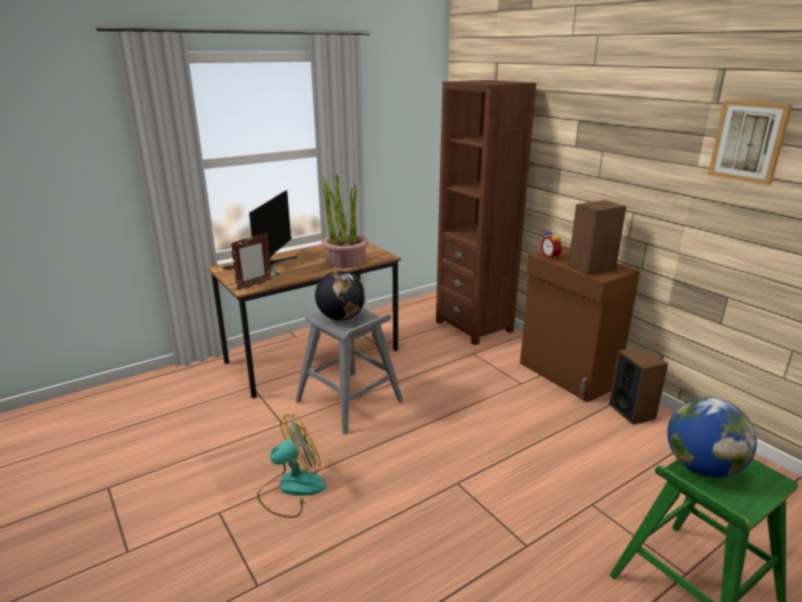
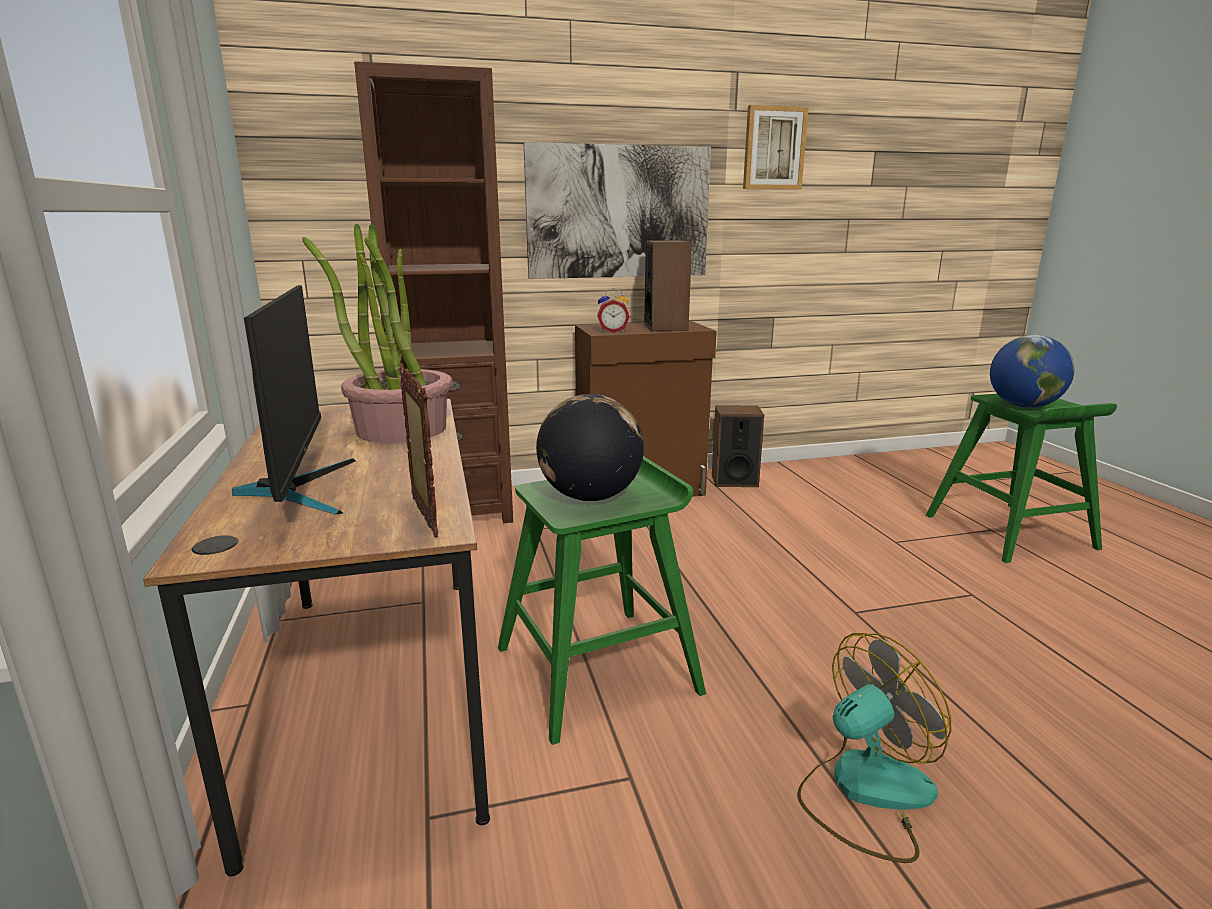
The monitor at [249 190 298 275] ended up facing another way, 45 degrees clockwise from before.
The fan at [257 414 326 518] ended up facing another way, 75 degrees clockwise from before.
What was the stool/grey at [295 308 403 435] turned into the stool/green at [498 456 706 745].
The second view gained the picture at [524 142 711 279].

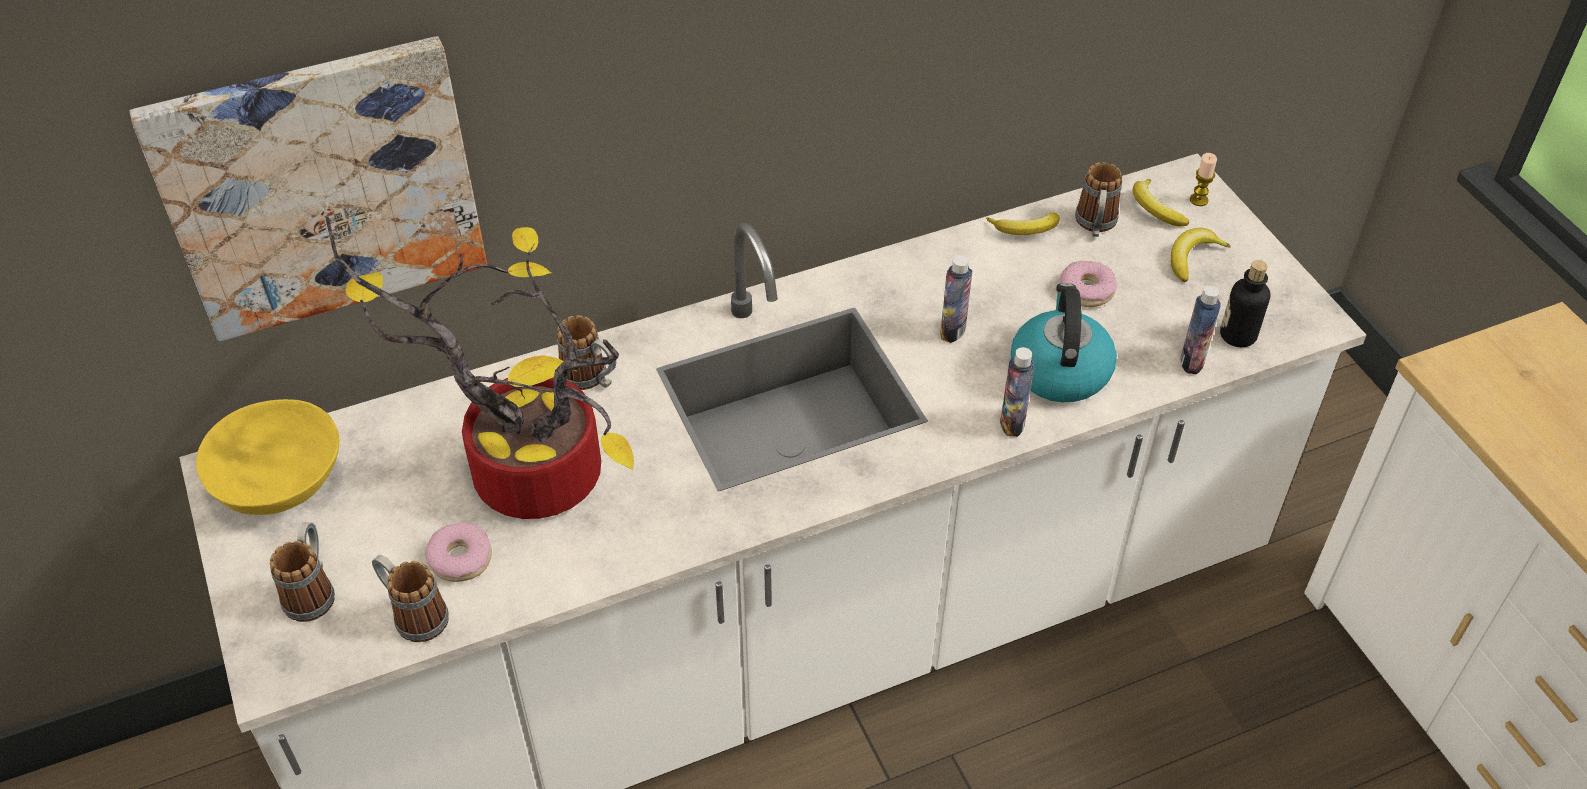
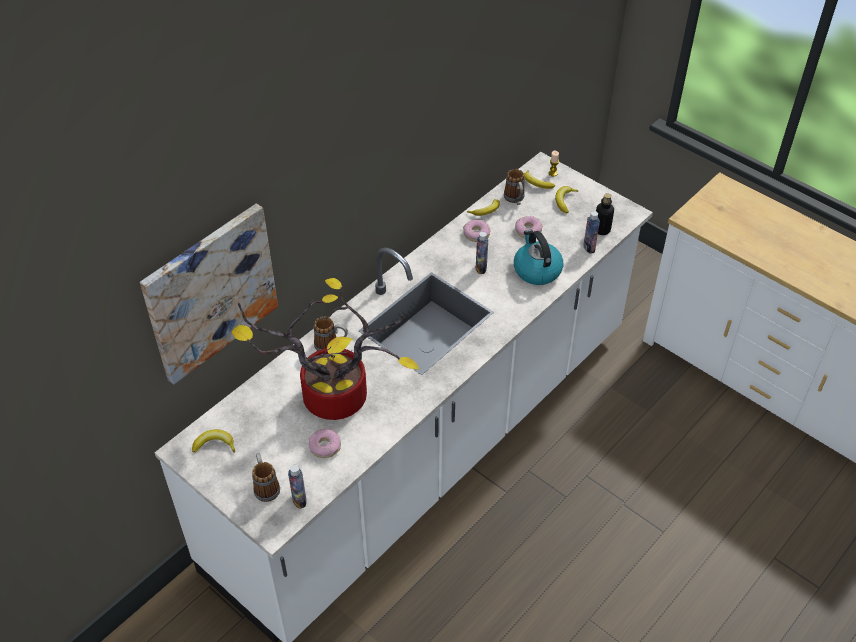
Where the bowl/yellow stood at [196 399 339 515], the banana came to stand at [192 429 235 453].
The second view lost the mug at [372 555 449 642].
The bottle ended up elsewhere, having gone from [1000 347 1034 437] to [288 465 307 509].
The second view gained the donut at [463 219 490 242].

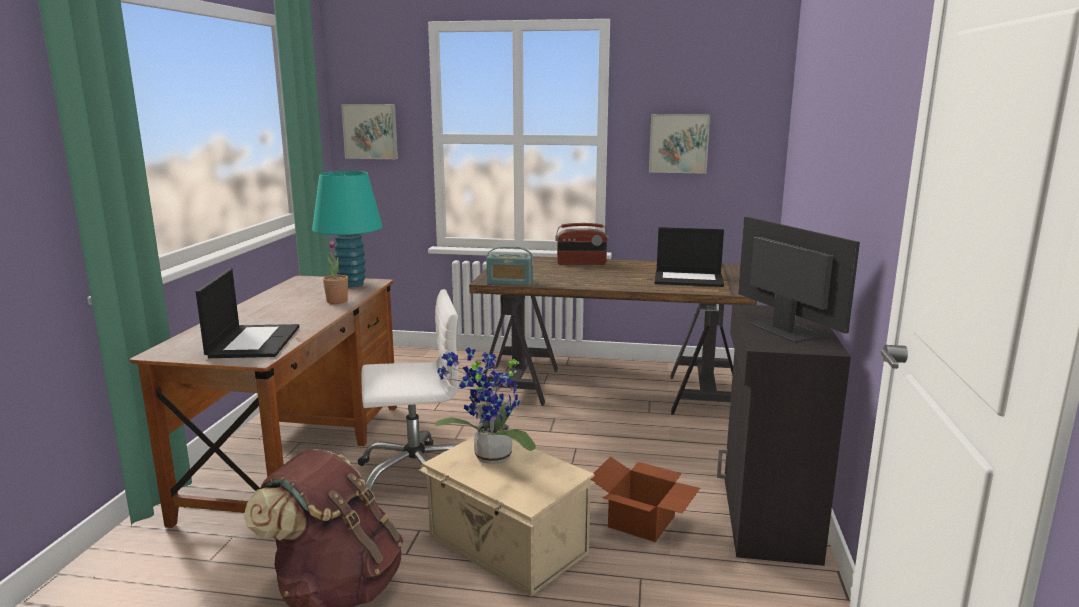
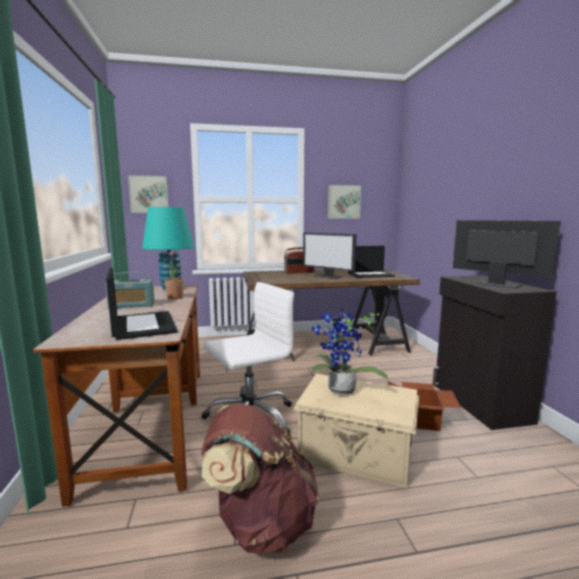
The radio ended up elsewhere, having gone from [486 246 533 285] to [105 272 155 308].
The second view gained the monitor at [303 232 356 279].

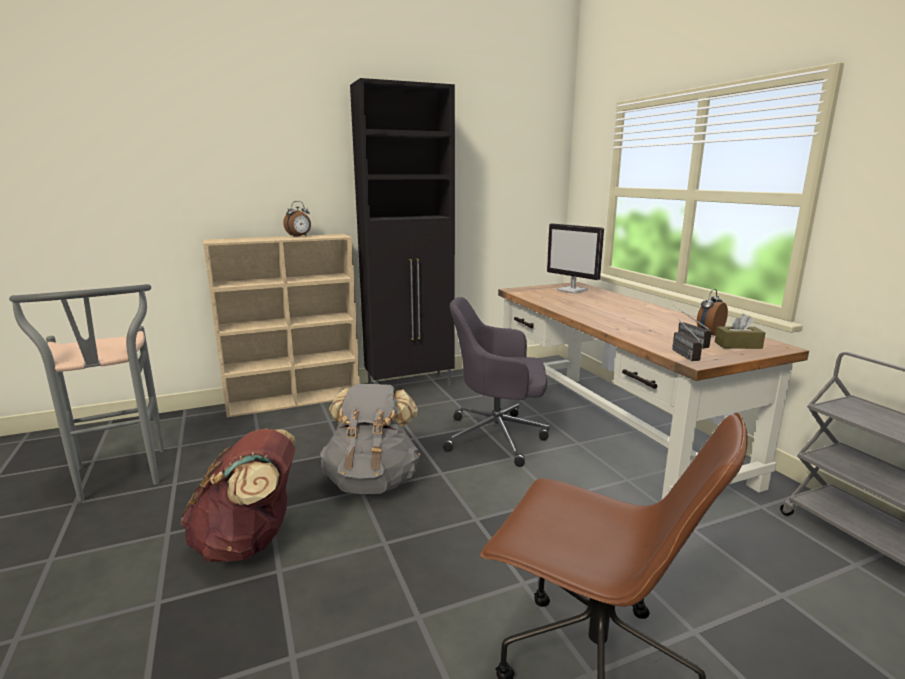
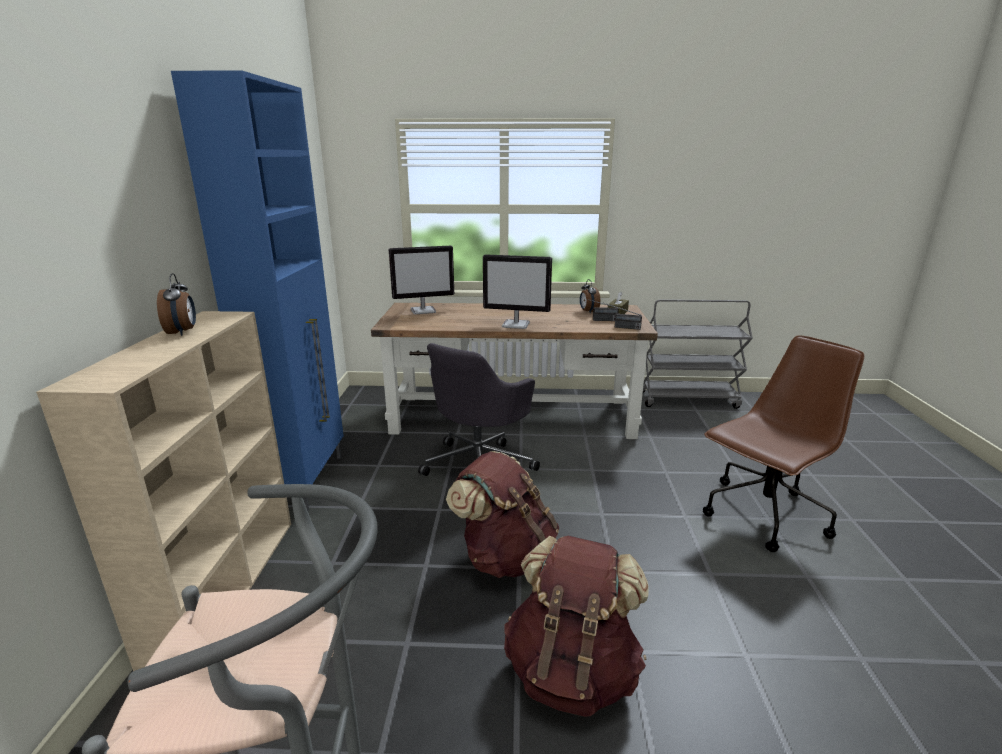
What was the backpack/grey at [320 384 420 494] turned into the backpack/brown at [446 451 559 578].
What was the cabinet/black at [350 78 455 386] turned into the cabinet/blue at [171 70 344 511].
The second view gained the monitor at [483 254 552 329].

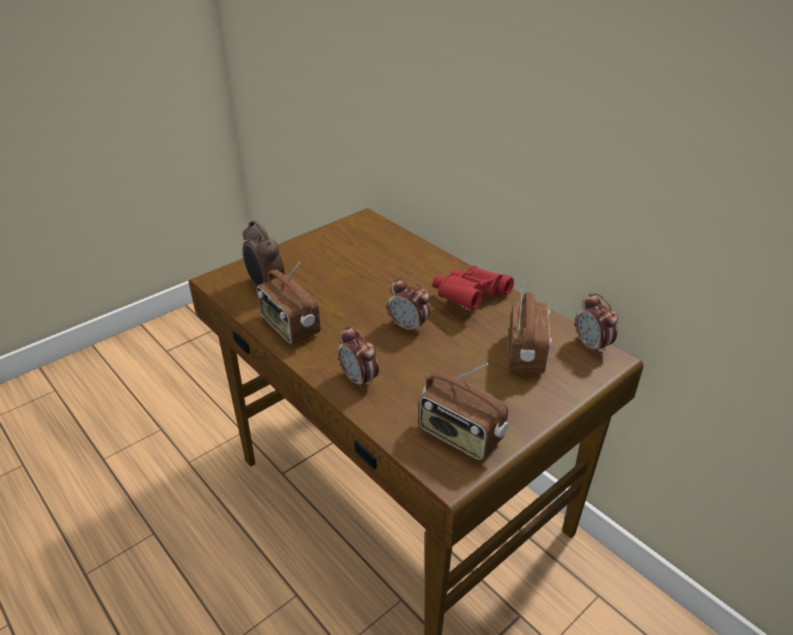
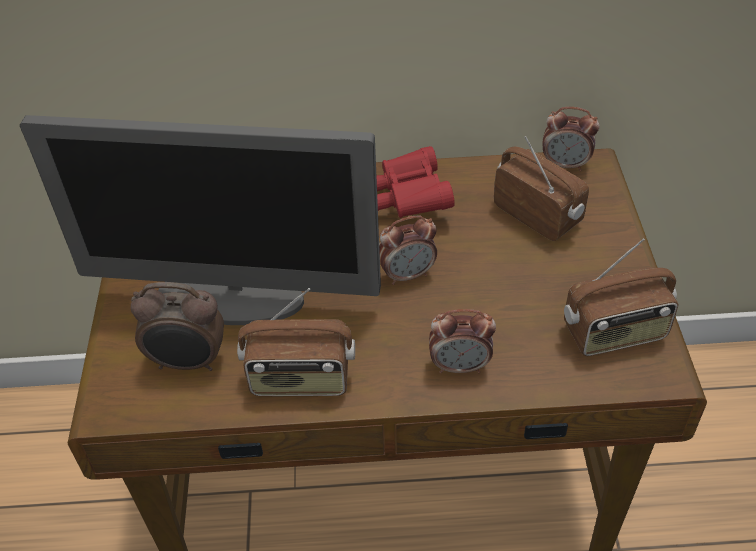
The second view gained the monitor at [20 115 381 325].

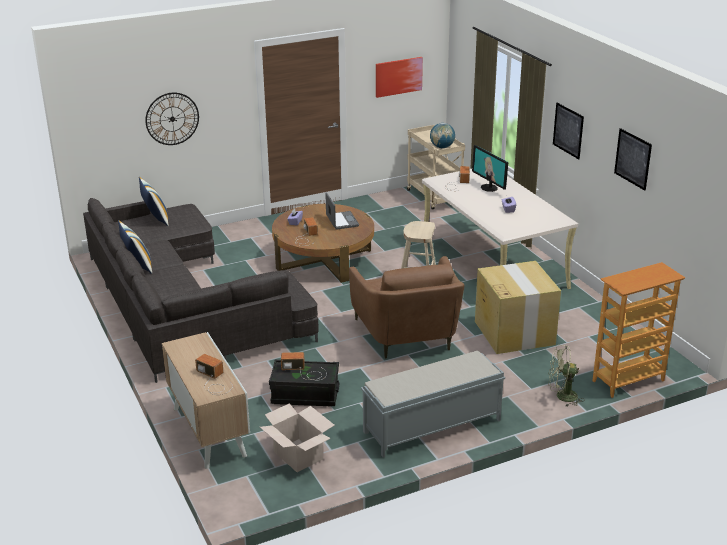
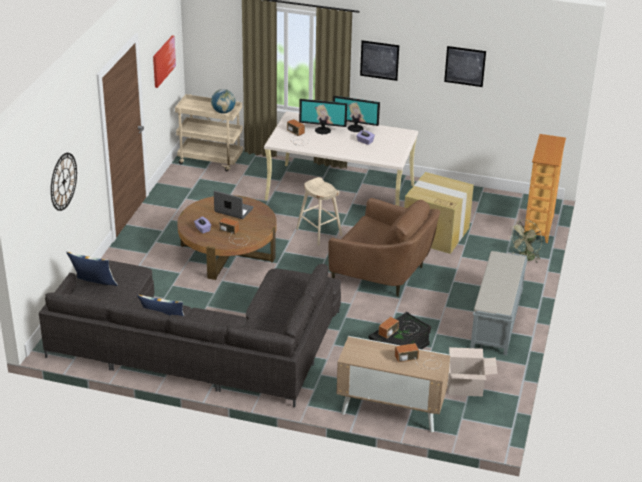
The second view gained the monitor at [333 96 380 132].

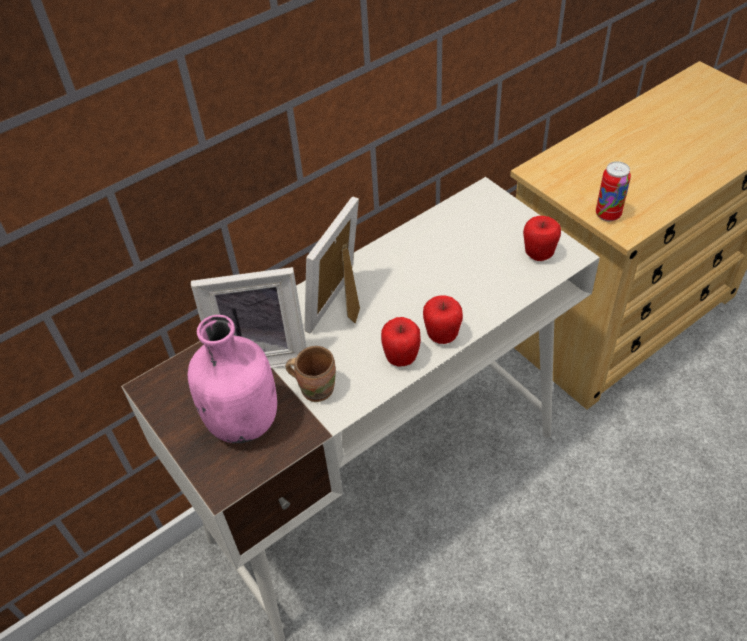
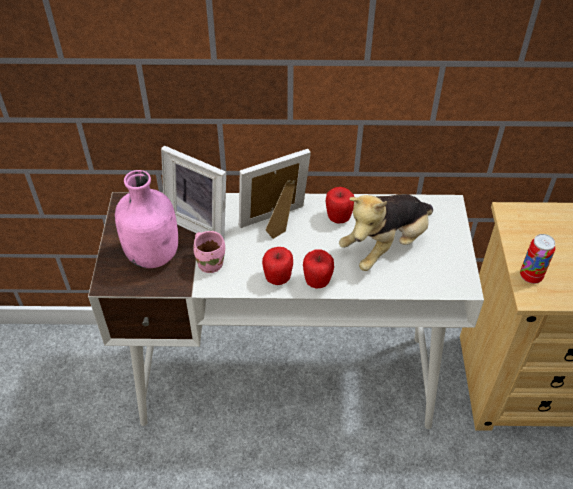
What was the mug/brown at [286 346 336 402] turned into the mug/pink at [193 231 225 273].
The apple ended up elsewhere, having gone from [523 216 561 261] to [326 187 354 224].
The second view gained the plush toy at [339 194 433 271].

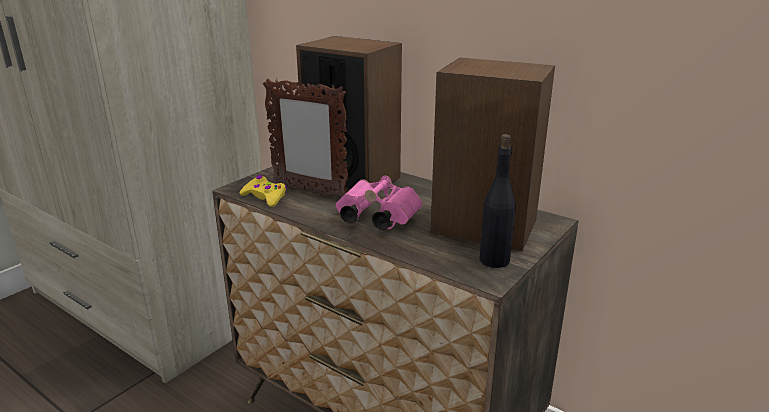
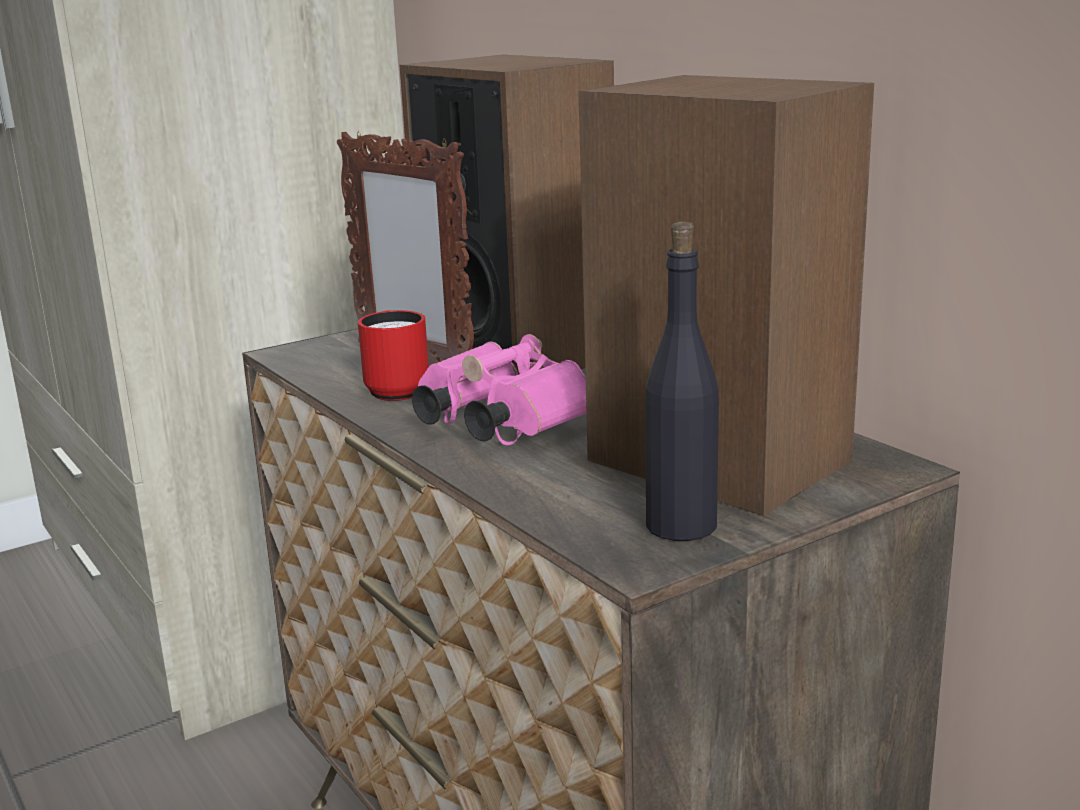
The second view lost the game controller/yellow at [240 175 287 207].
The second view gained the mug/red at [358 310 429 401].

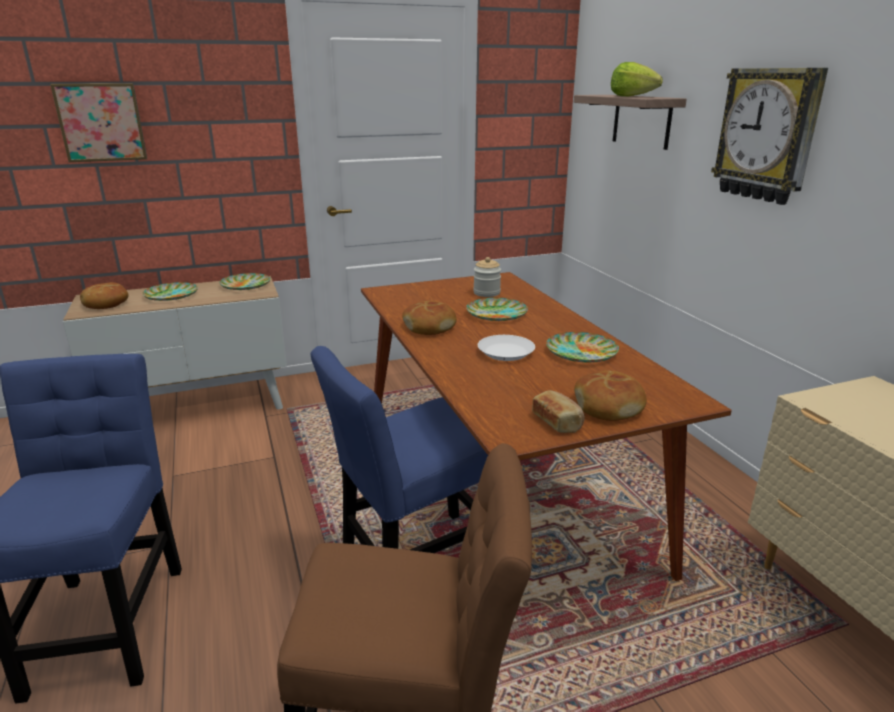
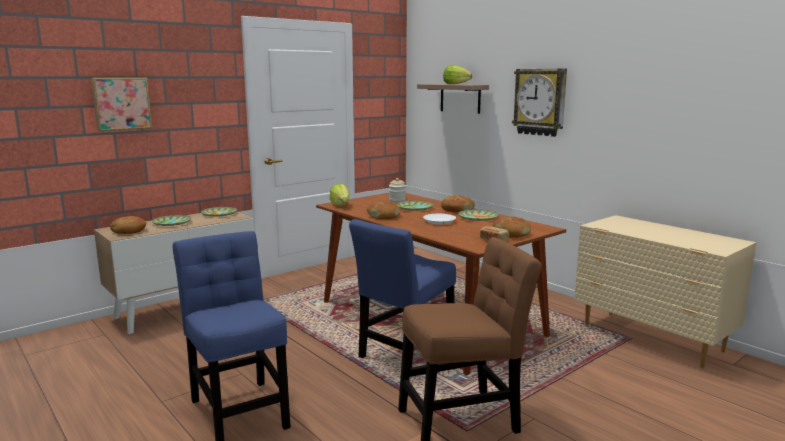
The second view gained the lettuce at [329 183 350 206].
The second view gained the bread at [441 195 475 212].

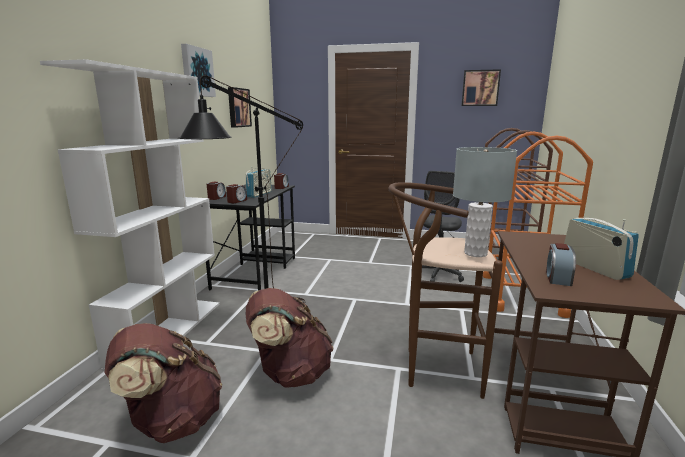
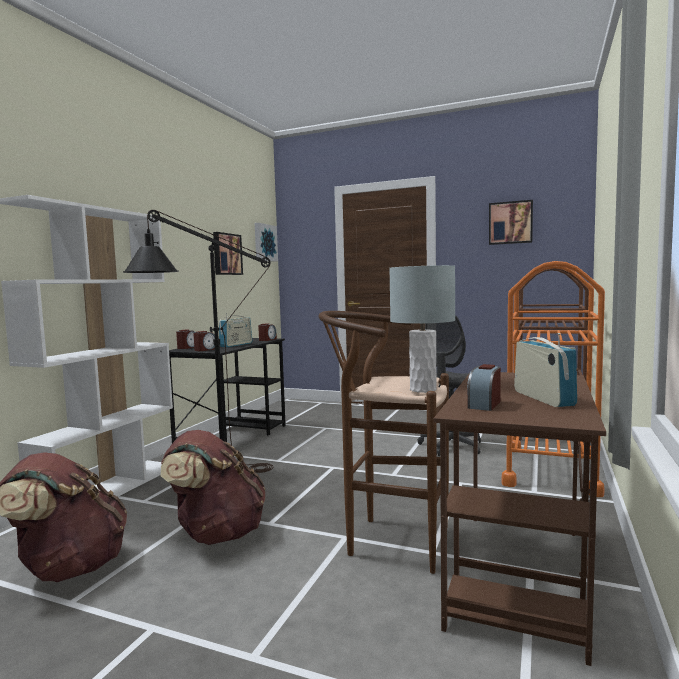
The picture ended up elsewhere, having gone from [181 44 216 97] to [255 223 278 262].

